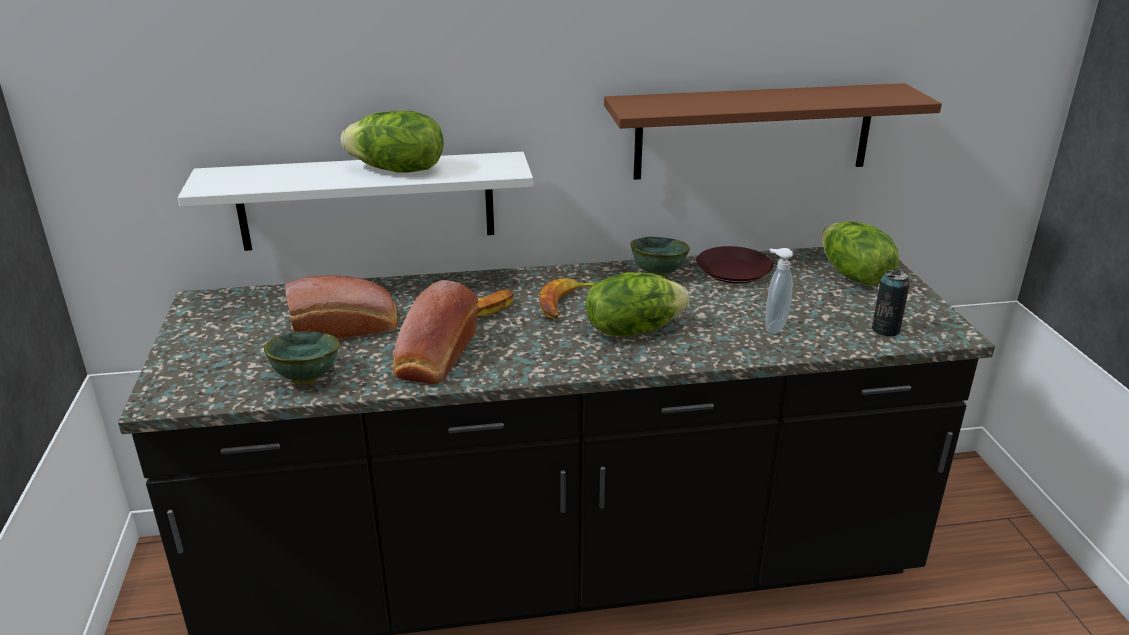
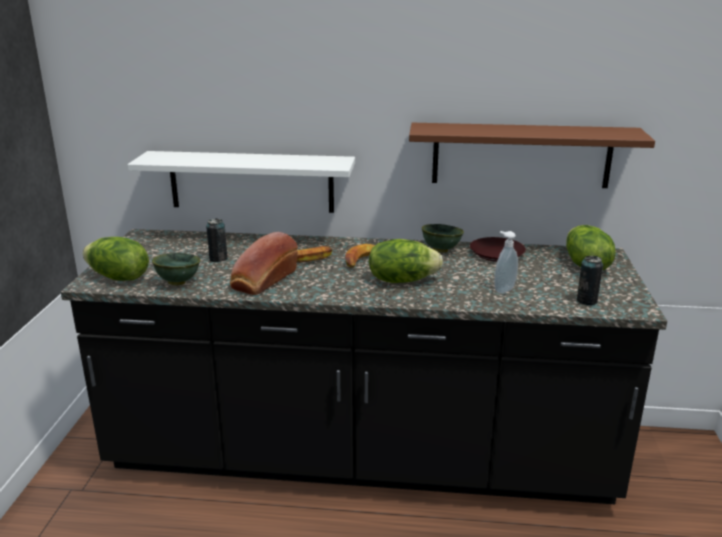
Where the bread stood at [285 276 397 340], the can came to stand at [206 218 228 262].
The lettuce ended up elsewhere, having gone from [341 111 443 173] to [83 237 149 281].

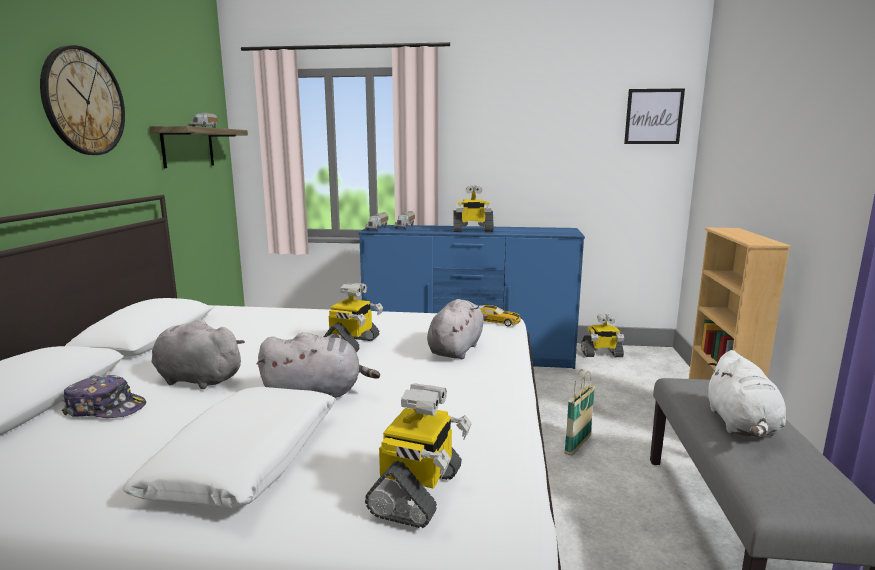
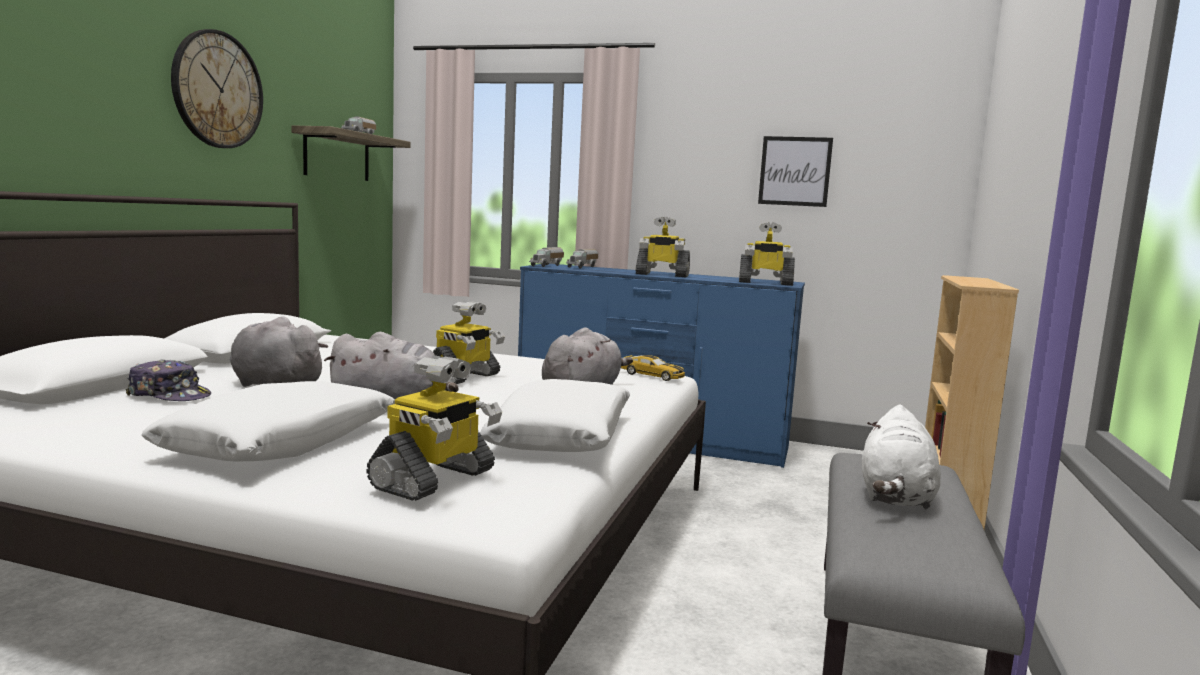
The second view lost the basket at [564 369 595 456].
The toy robot ended up elsewhere, having gone from [581 314 624 357] to [739 222 795 286].
The picture ended up elsewhere, having gone from [624 88 685 144] to [758 136 833 207].
The second view gained the pillow/white at [480 379 630 452].

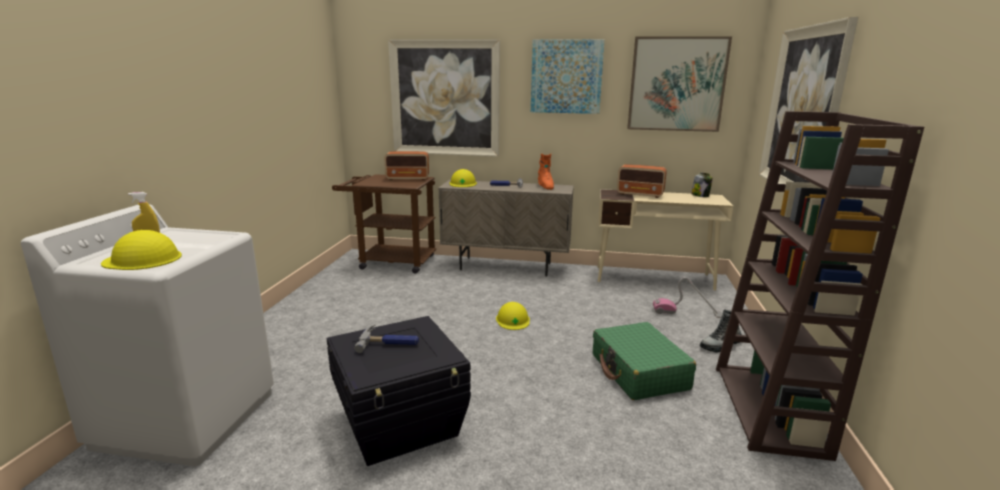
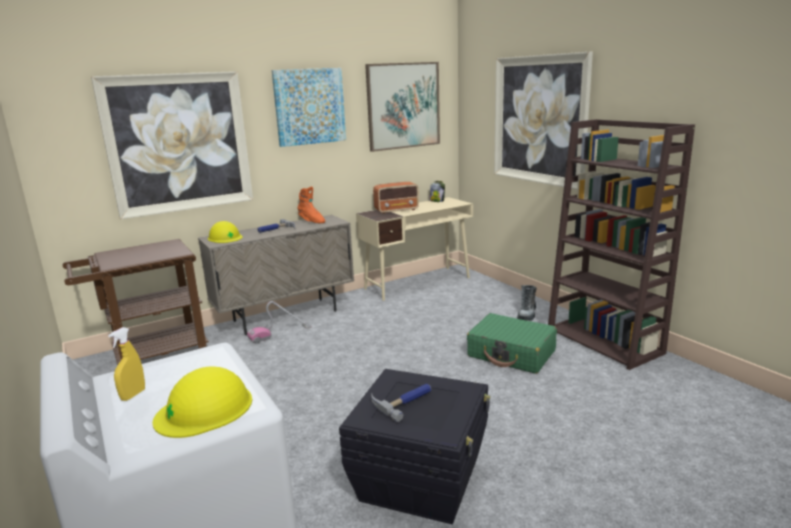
The second view lost the radio at [384 151 429 180].
The second view lost the hard hat/yellow at [496 302 530 330].
The vacuum cleaner ended up elsewhere, having gone from [653 277 722 318] to [247 301 312 344].

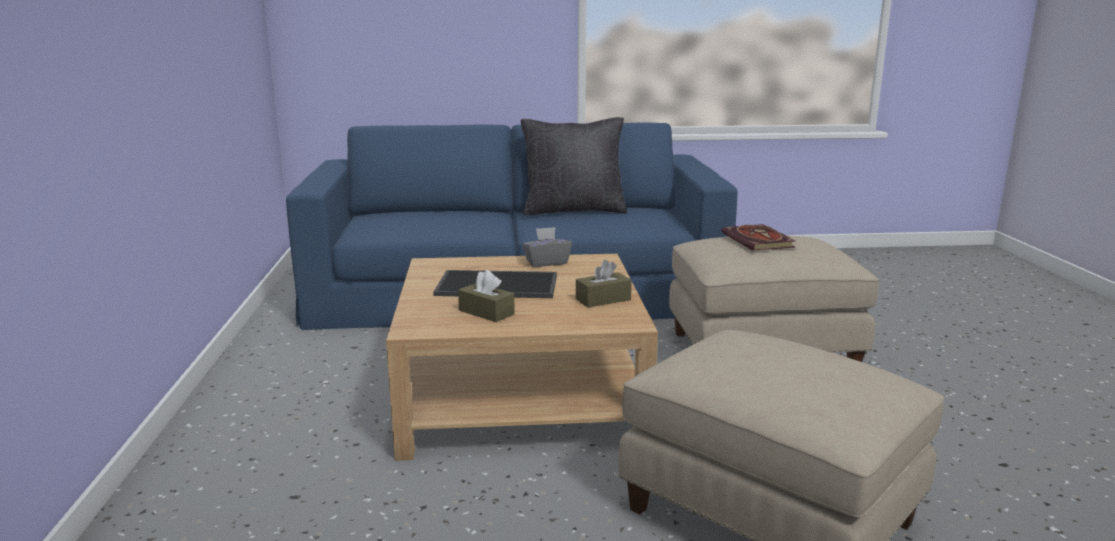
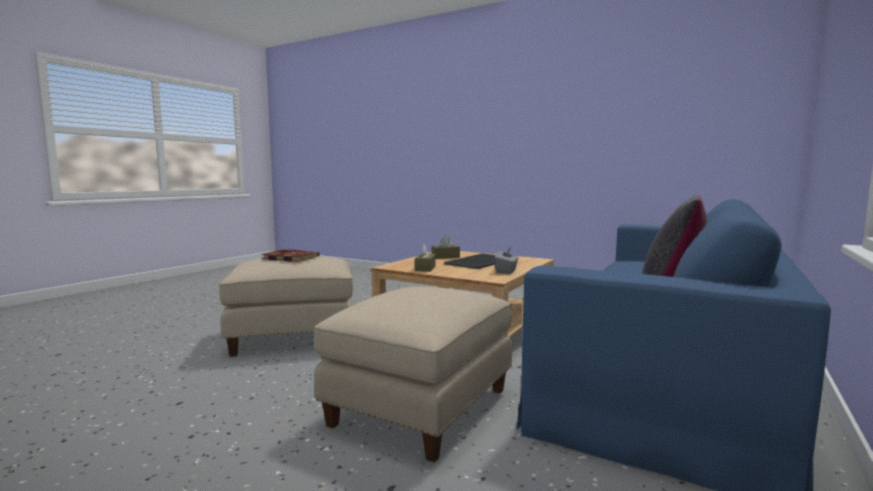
The book ended up elsewhere, having gone from [722 224 795 251] to [262 250 320 262].

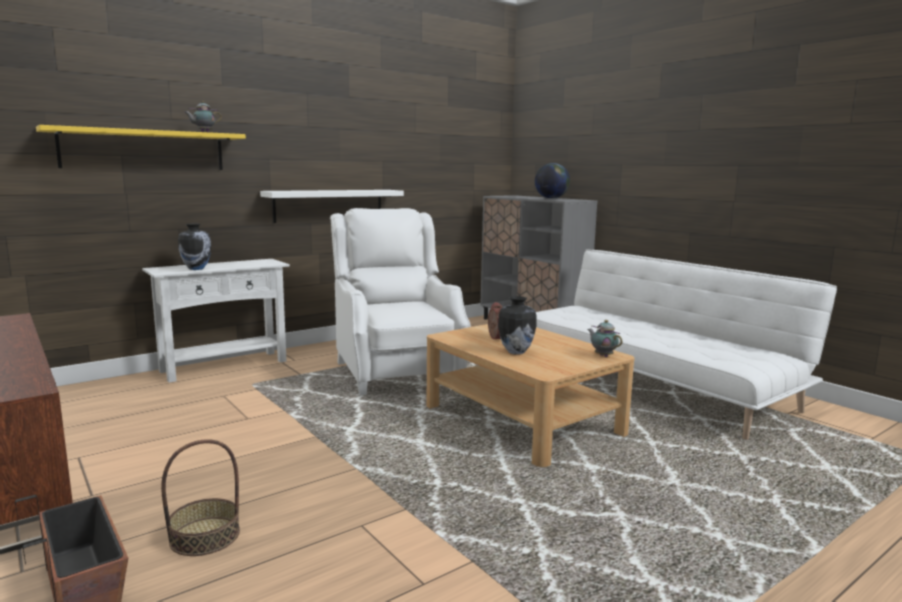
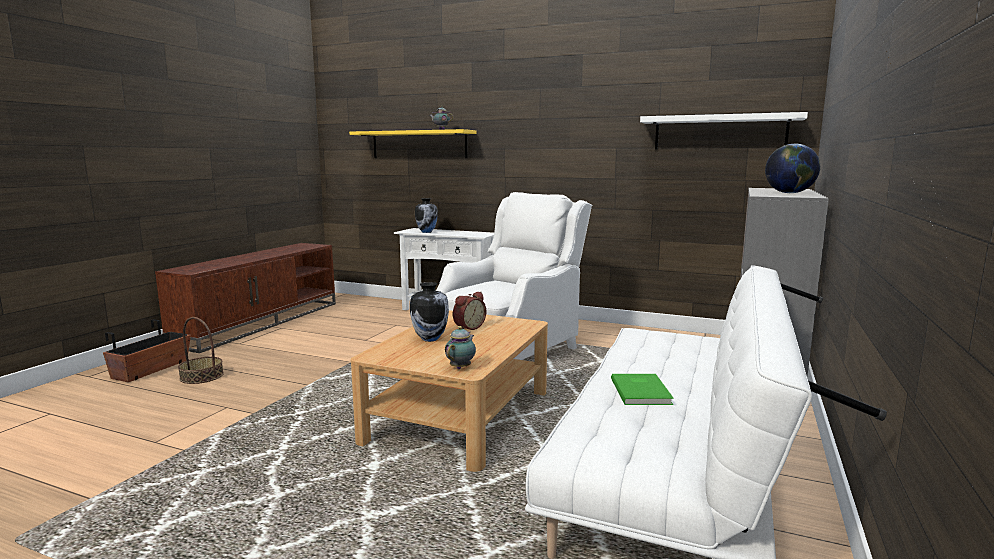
The shelf/white ended up elsewhere, having gone from [260 190 404 223] to [640 112 808 149].
The second view gained the book/green at [611 374 674 405].

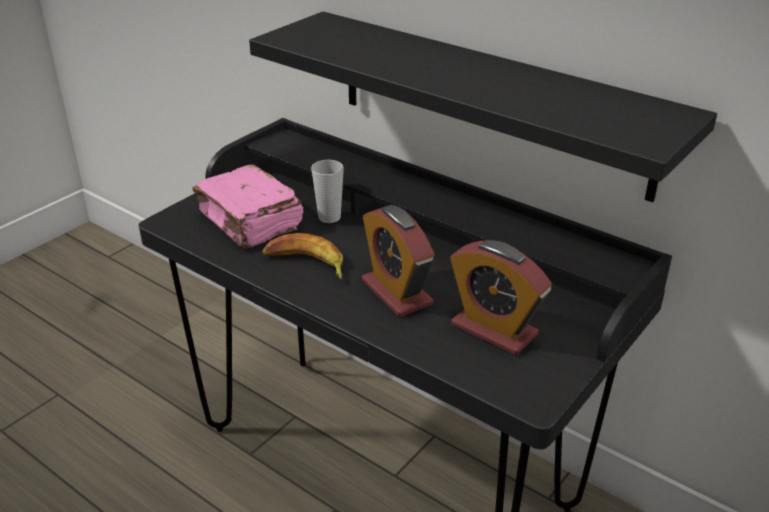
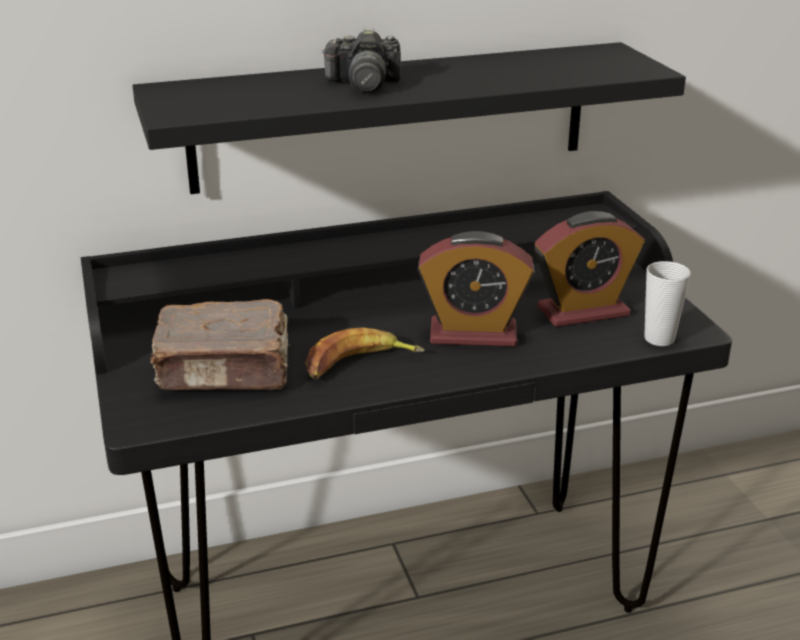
What was the book/pink at [192 165 303 249] turned into the book/brown at [150 299 291 390].
The cup ended up elsewhere, having gone from [311 159 344 223] to [644 261 691 346].
The second view gained the photo camera at [322 29 401 93].

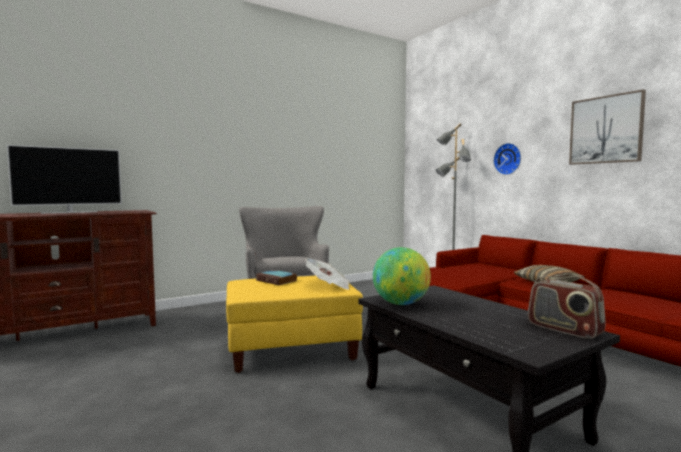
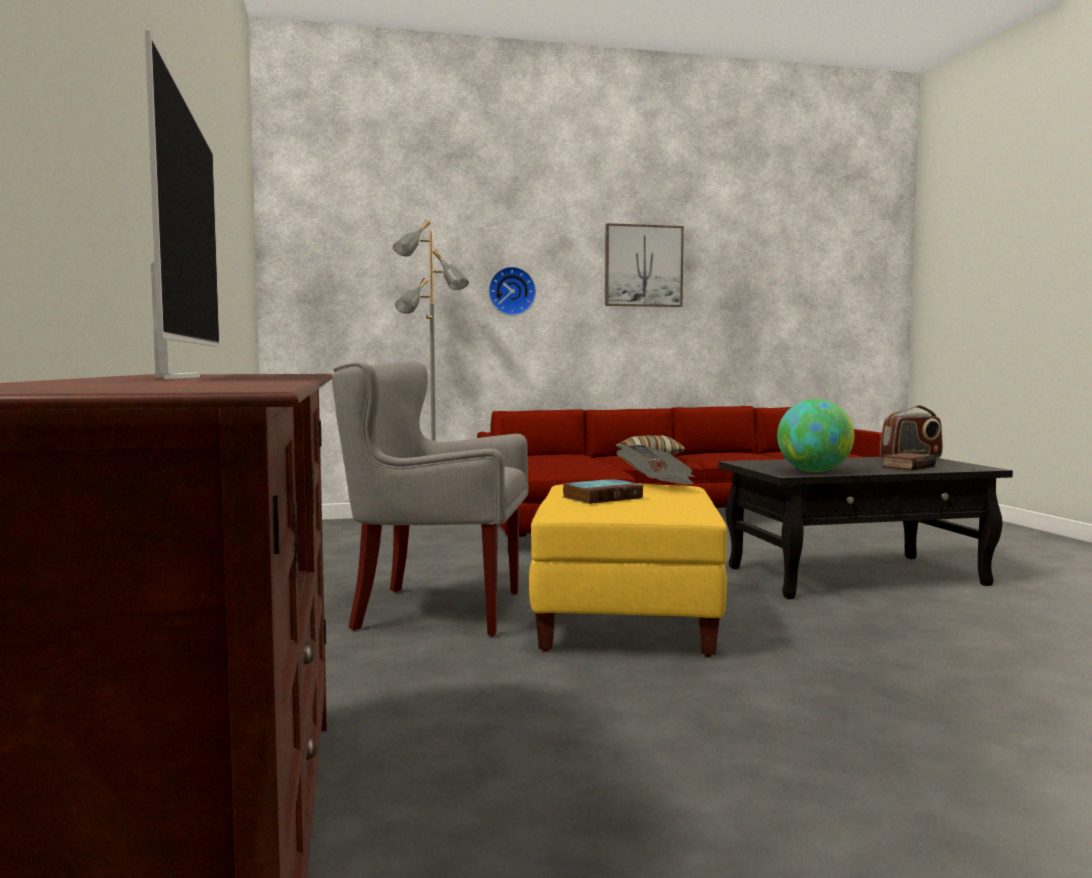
The second view gained the book at [882 453 936 470].

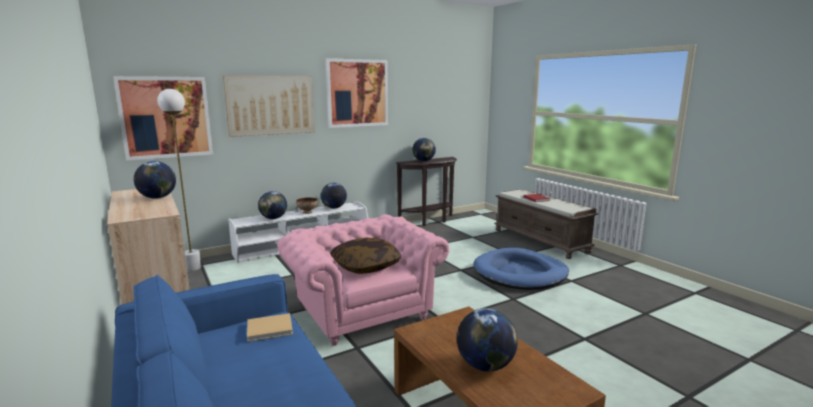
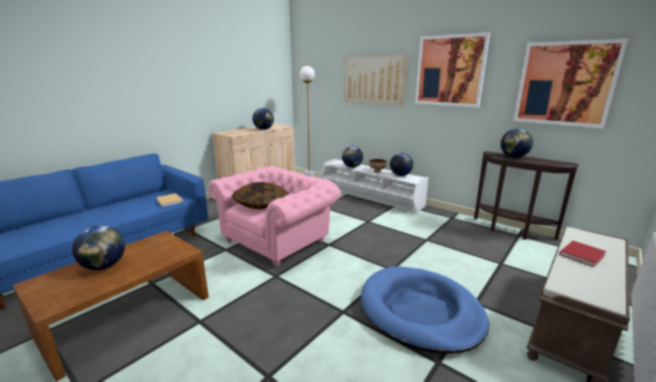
The picture ended up elsewhere, having gone from [113 76 213 161] to [513 39 628 129].

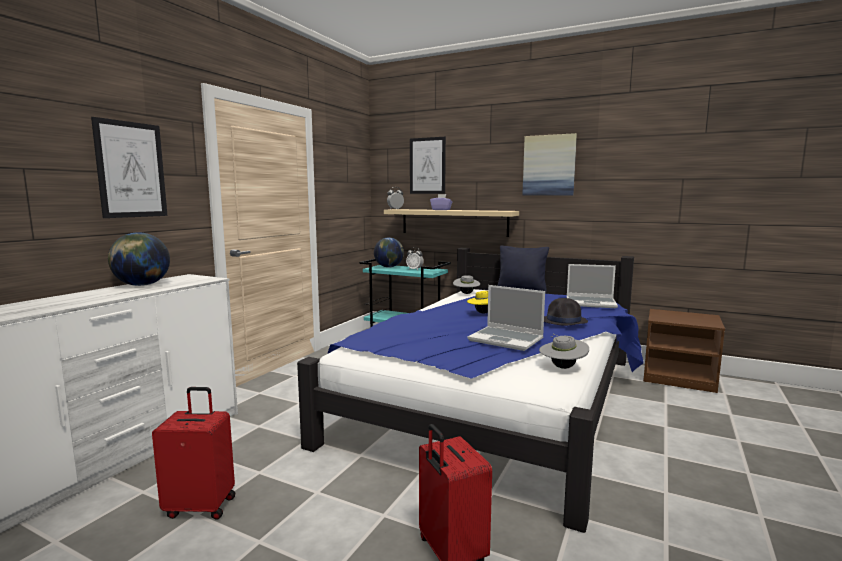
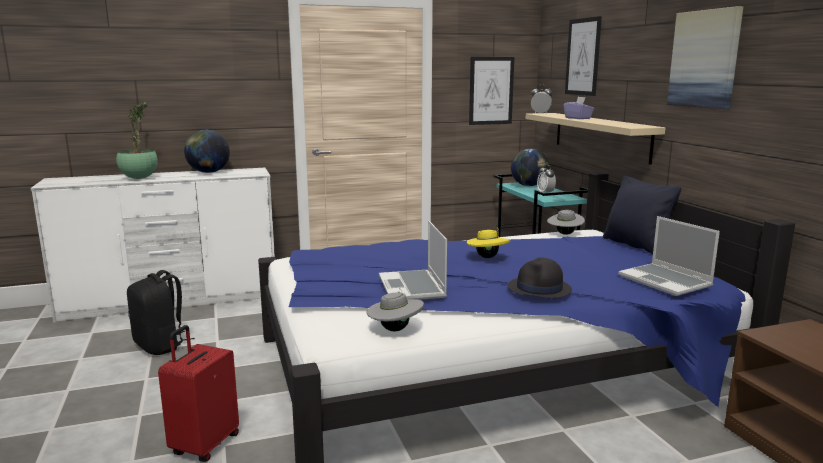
The picture ended up elsewhere, having gone from [91 117 167 218] to [469 57 514 125].
Where the suitcase/red stood at [152 387 235 520], the backpack/black came to stand at [127 270 195 355].
The second view gained the potted plant at [116 102 158 179].

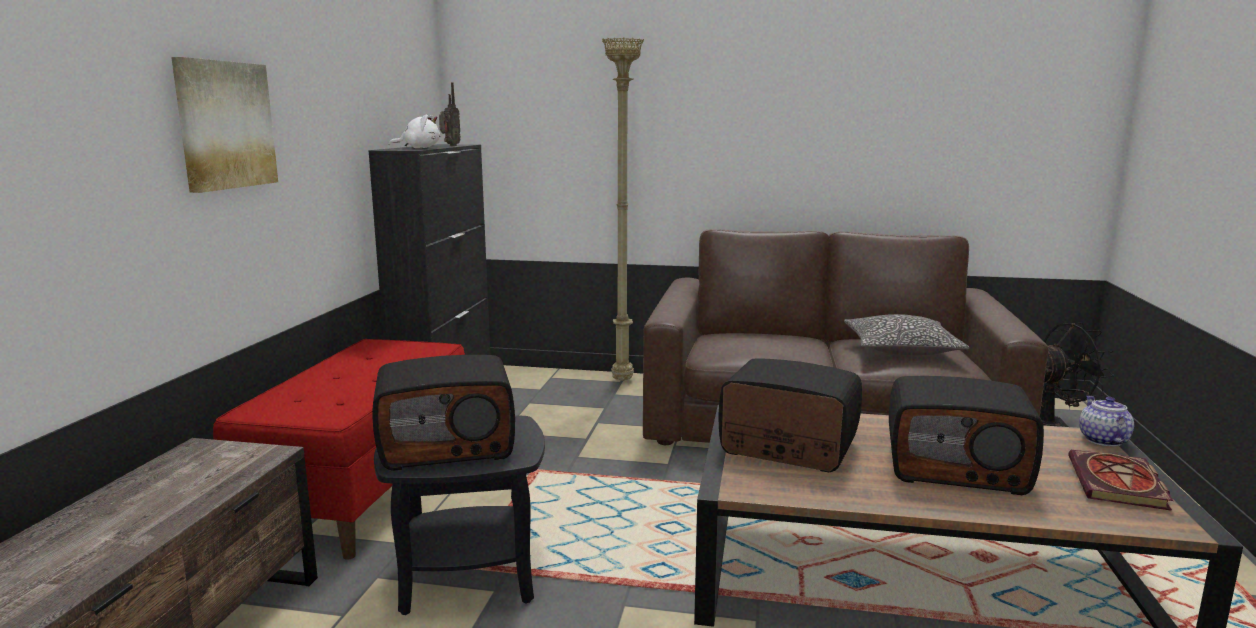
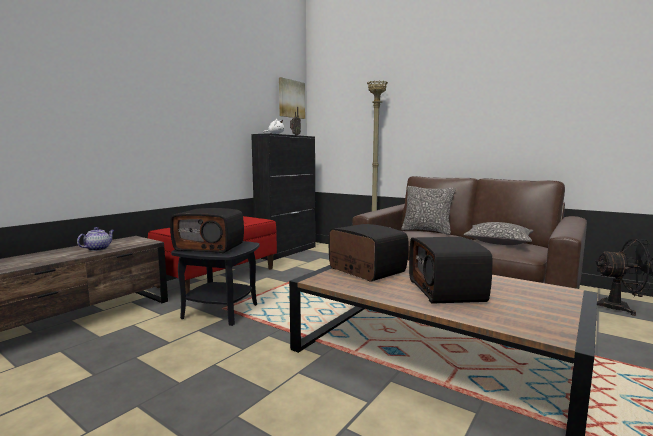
The picture ended up elsewhere, having gone from [171 57 278 193] to [279 77 305 119].
The radio at [889 376 1044 495] ended up facing another way, 45 degrees clockwise from before.
The second view lost the book at [1068 450 1173 511].
The teapot ended up elsewhere, having gone from [1079 396 1134 446] to [77 227 114 251].
The second view gained the pillow at [401 186 456 235].

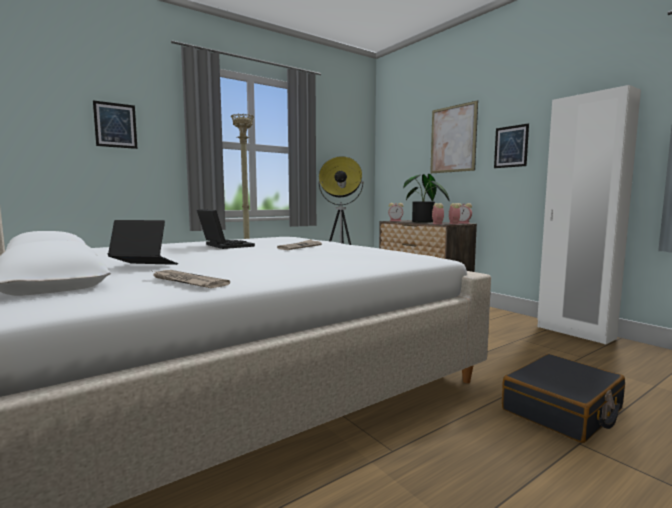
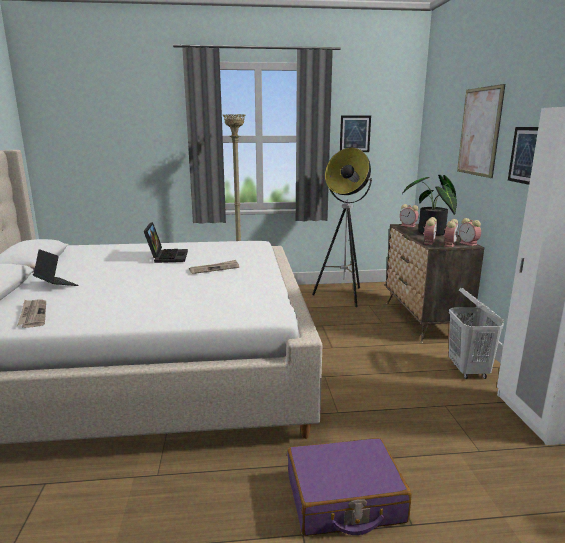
The picture ended up elsewhere, having gone from [93 100 138 149] to [340 116 371 152].
What was the suitcase/black at [502 354 625 443] turned into the suitcase/purple at [287 438 411 536].
The second view gained the laundry basket/white at [449 288 504 379].

